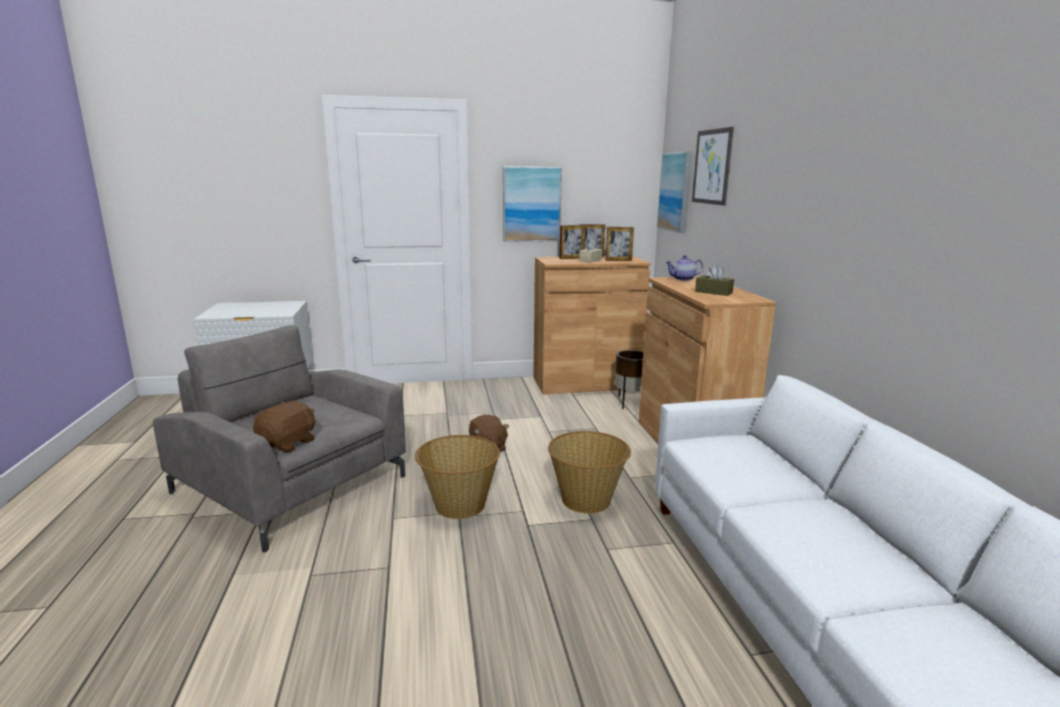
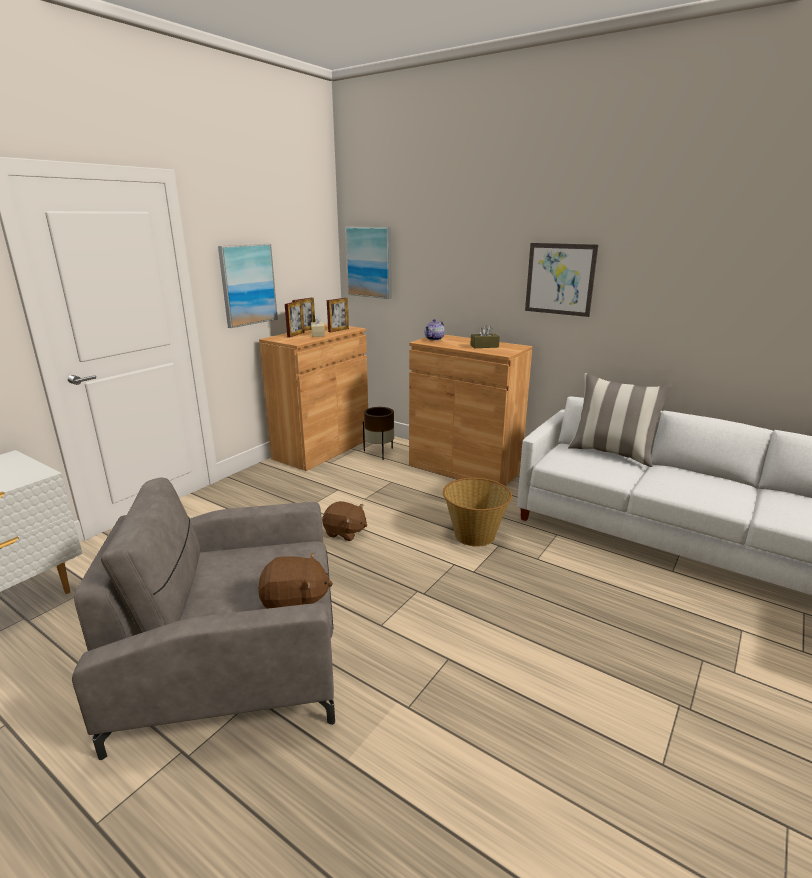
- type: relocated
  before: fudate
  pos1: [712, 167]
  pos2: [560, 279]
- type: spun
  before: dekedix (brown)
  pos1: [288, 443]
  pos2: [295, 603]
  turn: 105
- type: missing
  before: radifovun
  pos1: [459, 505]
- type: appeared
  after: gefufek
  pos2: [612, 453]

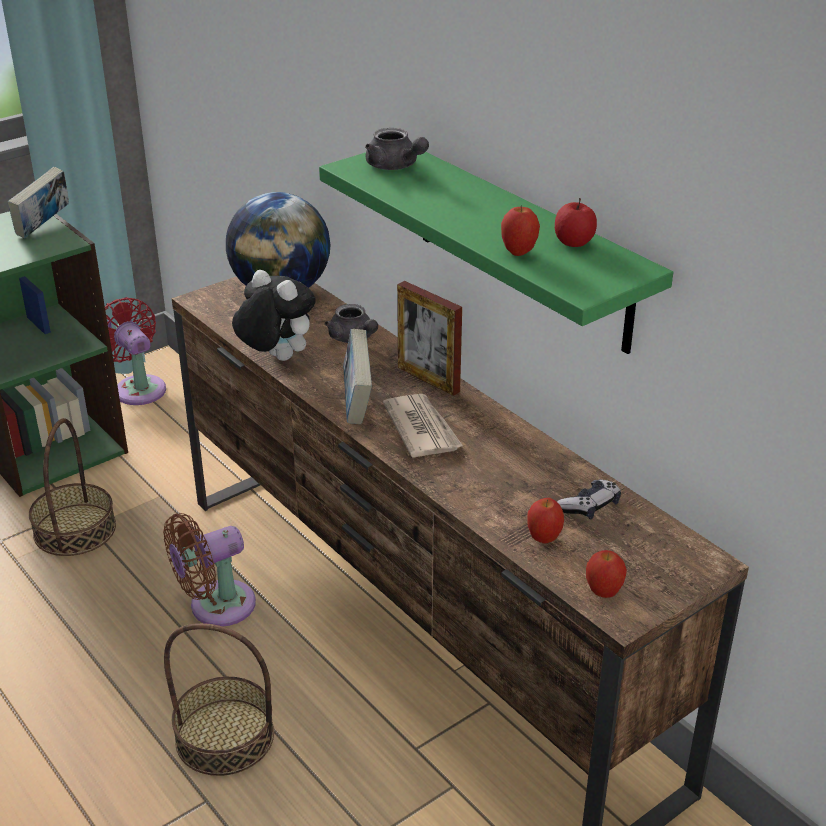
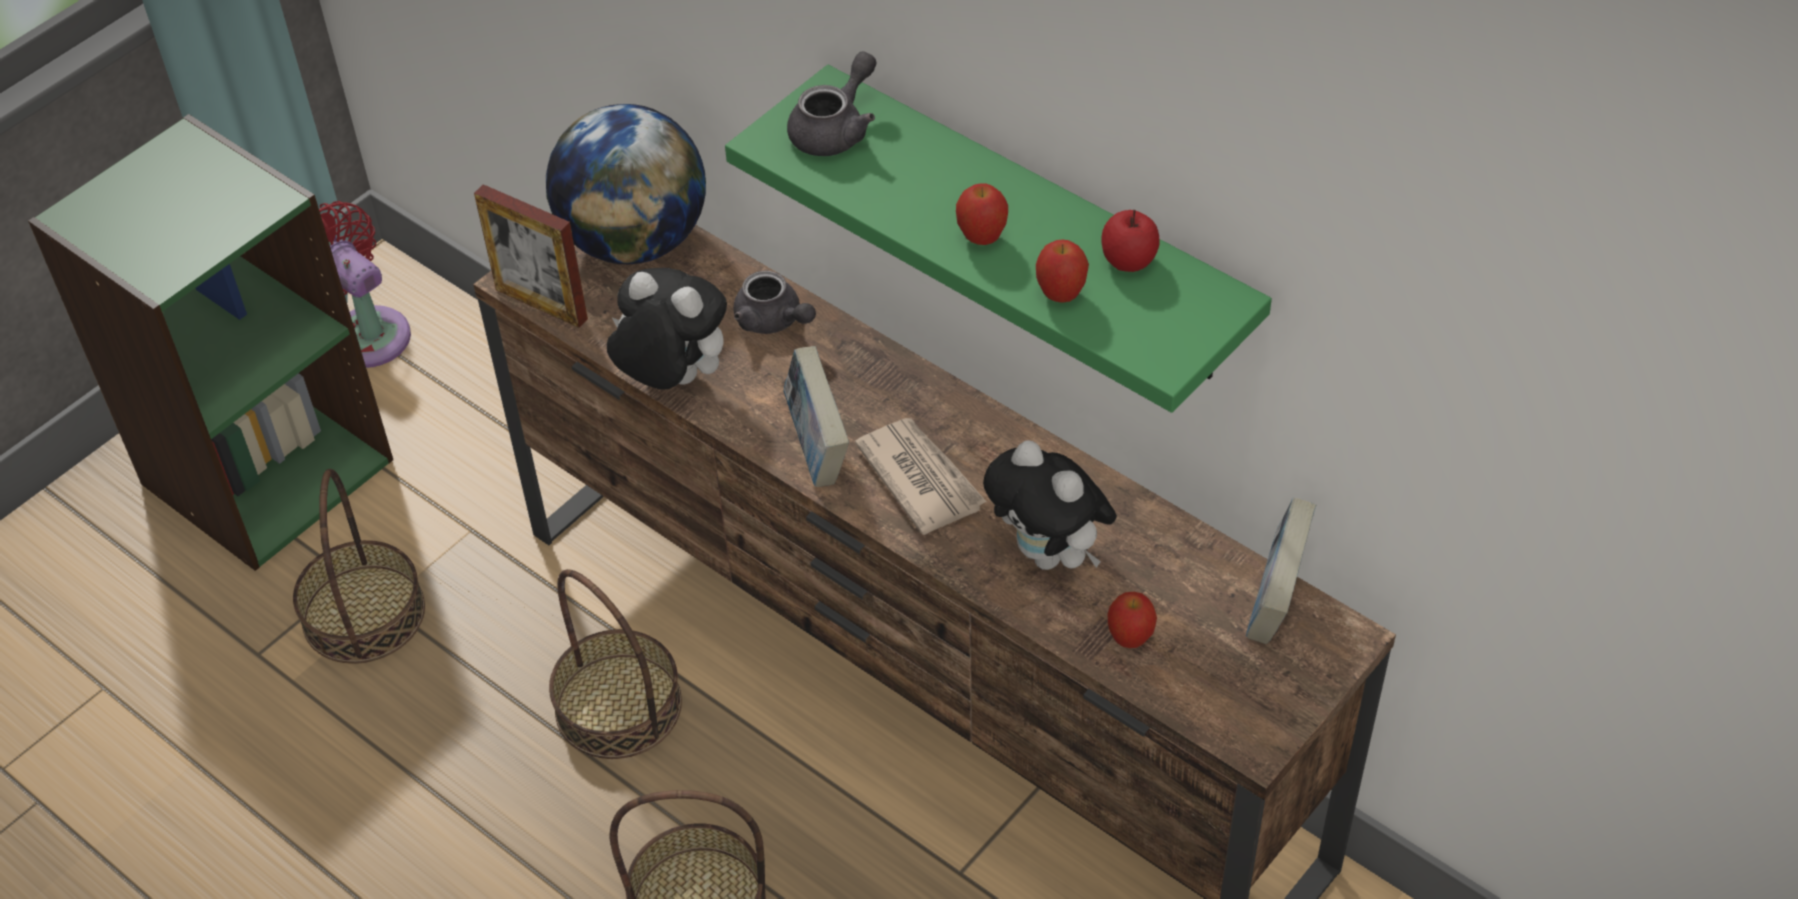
- type: spun
  before: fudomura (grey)
  pos1: [395, 166]
  pos2: [836, 129]
  turn: -90
- type: relocated
  before: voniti
  pos1: [44, 227]
  pos2: [1275, 602]
- type: relocated
  before: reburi
  pos1: [428, 379]
  pos2: [541, 304]
- type: missing
  before: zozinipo
  pos1: [589, 506]
- type: exchanged
  before: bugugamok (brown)
  after: radifovun
  pos1: [216, 606]
  pos2: [619, 706]
- type: relocated
  before: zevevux
  pos1: [603, 593]
  pos2: [982, 238]
- type: appeared
  after: dekedix
  pos2: [1050, 555]

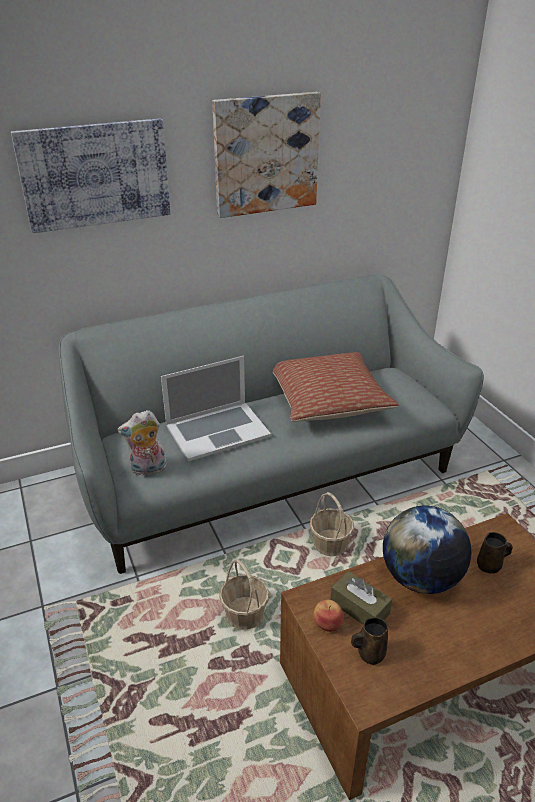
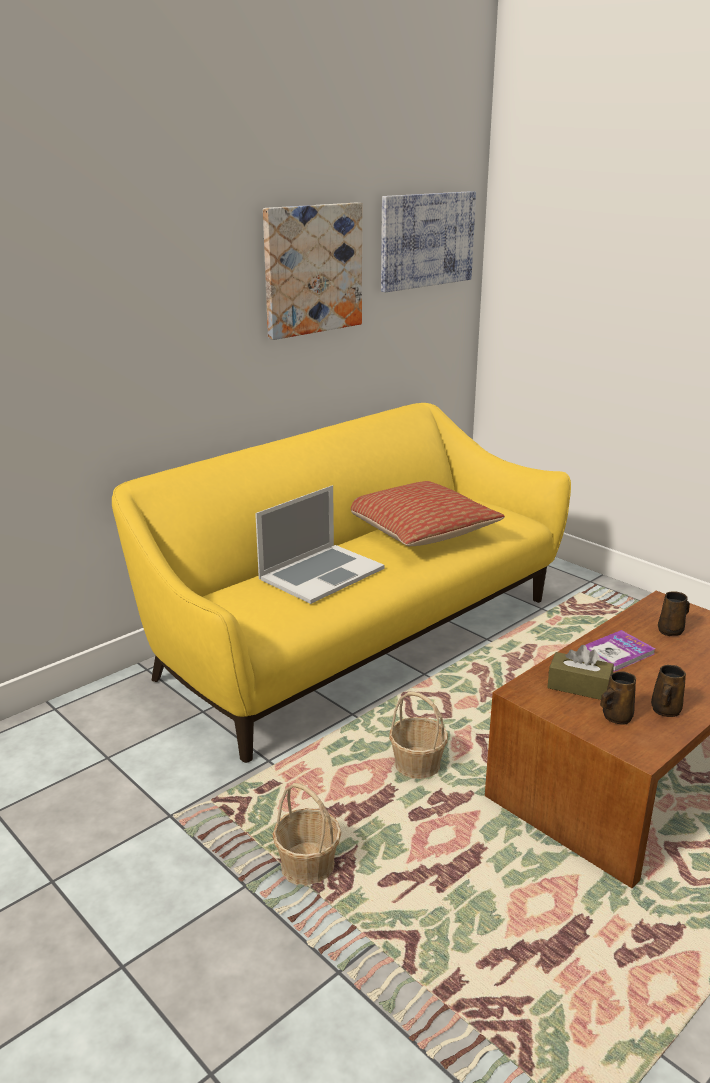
- type: relocated
  before: fudate
  pos1: [95, 175]
  pos2: [427, 240]
- type: colour
  before: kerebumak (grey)
  after: kerebumak (yellow)
  pos1: [267, 473]
  pos2: [355, 637]
- type: missing
  before: dekedix
  pos1: [147, 470]
- type: relocated
  before: radifovun
  pos1: [330, 544]
  pos2: [307, 865]
- type: exchanged
  before: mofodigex
  after: voniti
  pos1: [420, 578]
  pos2: [617, 652]
- type: missing
  before: zevevux
  pos1: [328, 623]
- type: appeared
  after: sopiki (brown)
  pos2: [665, 711]

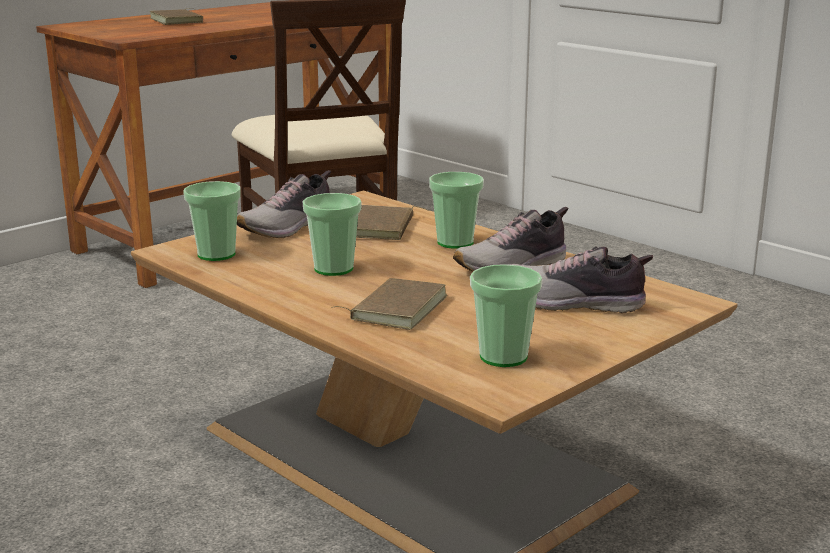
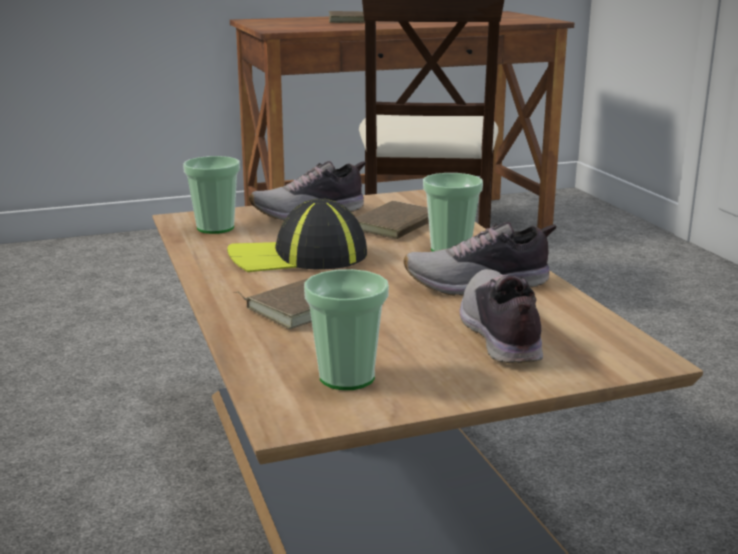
- type: exchanged
  before: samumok
  after: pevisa
  pos1: [333, 269]
  pos2: [299, 257]
- type: spun
  before: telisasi
  pos1: [574, 303]
  pos2: [499, 334]
  turn: 45

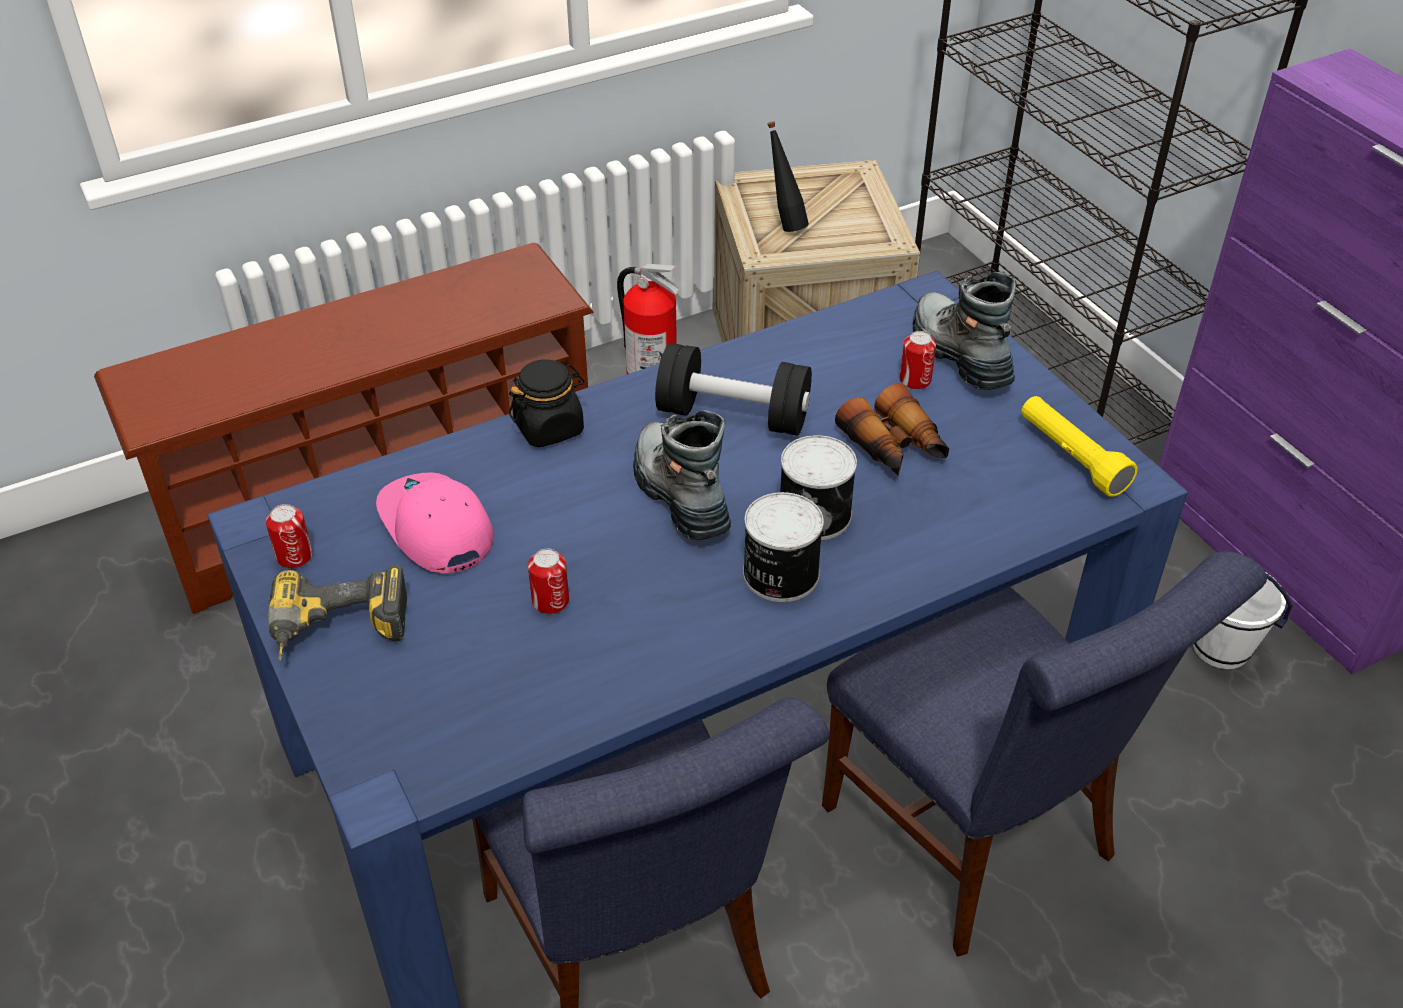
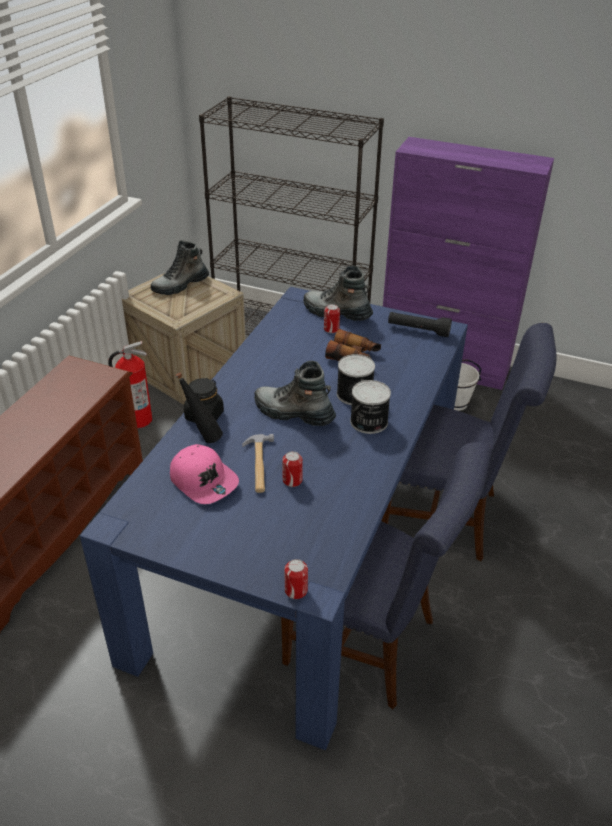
- type: relocated
  before: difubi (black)
  pos1: [784, 224]
  pos2: [202, 438]
- type: missing
  before: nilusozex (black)
  pos1: [733, 415]
- type: colour
  before: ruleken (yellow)
  after: ruleken (black)
  pos1: [1071, 457]
  pos2: [418, 330]
- type: spun
  before: pevisa (pink)
  pos1: [435, 528]
  pos2: [204, 480]
  turn: -150
- type: relocated
  before: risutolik
  pos1: [294, 556]
  pos2: [296, 590]
- type: missing
  before: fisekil
  pos1: [339, 633]
- type: appeared
  after: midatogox
  pos2: [180, 285]
- type: appeared
  after: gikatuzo
  pos2: [258, 465]

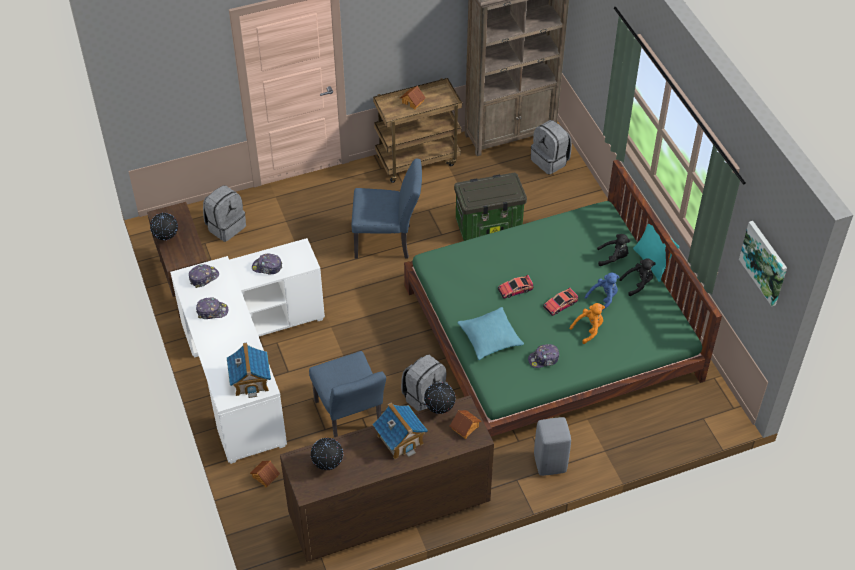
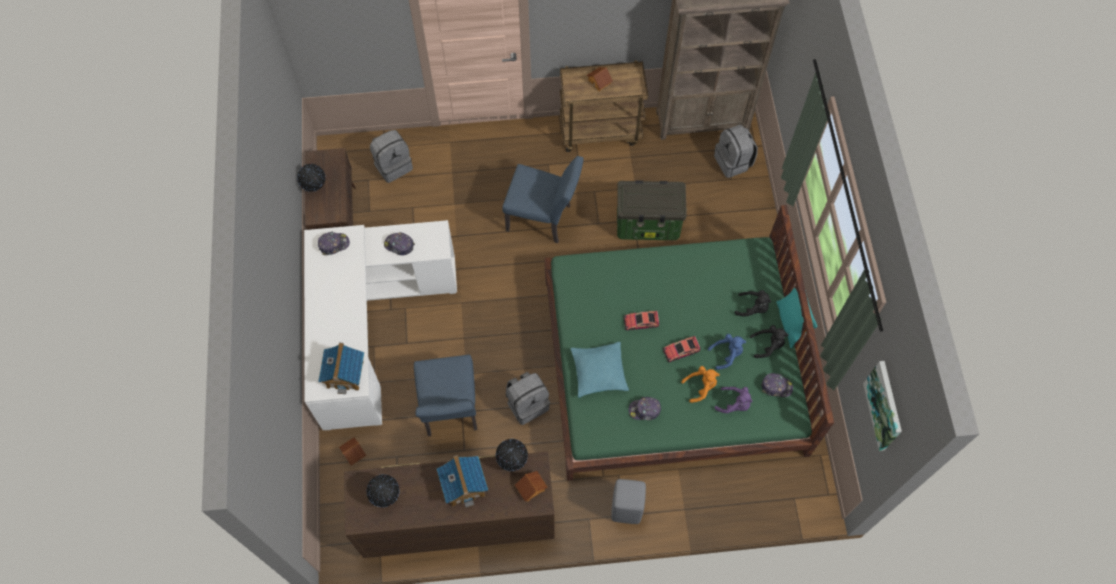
- type: relocated
  before: pevisa
  pos1: [212, 311]
  pos2: [776, 386]
- type: appeared
  after: dekedix (purple)
  pos2: [734, 404]

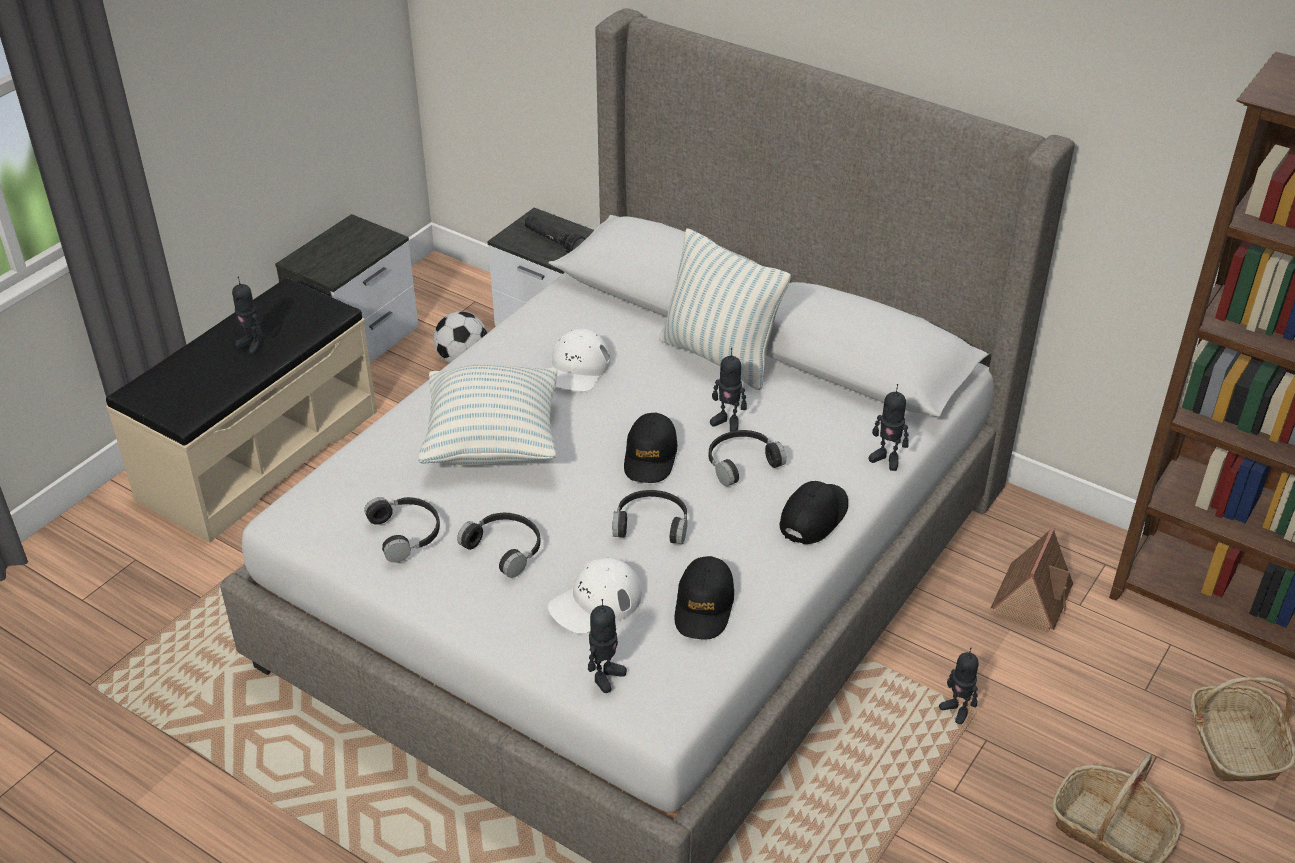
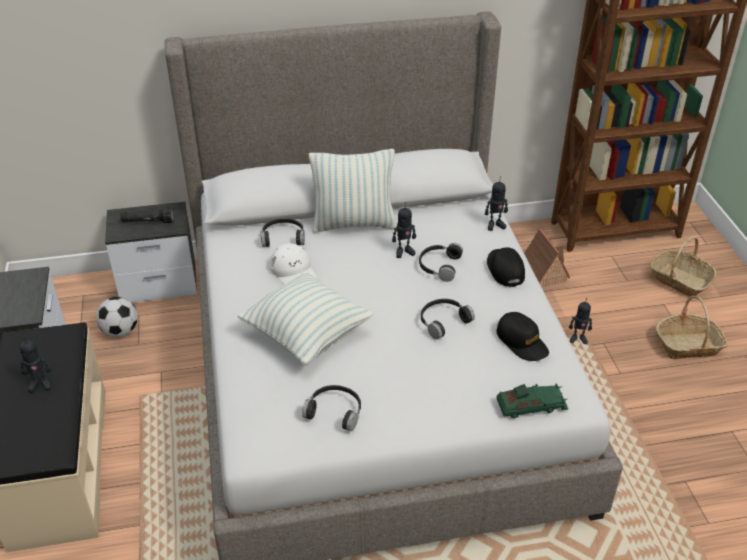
- type: missing
  before: pevisa (black)
  pos1: [650, 457]
- type: relocated
  before: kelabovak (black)
  pos1: [506, 548]
  pos2: [283, 237]
- type: missing
  before: pevisa (white)
  pos1: [595, 602]
- type: exchanged
  before: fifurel
  after: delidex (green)
  pos1: [605, 676]
  pos2: [532, 405]

